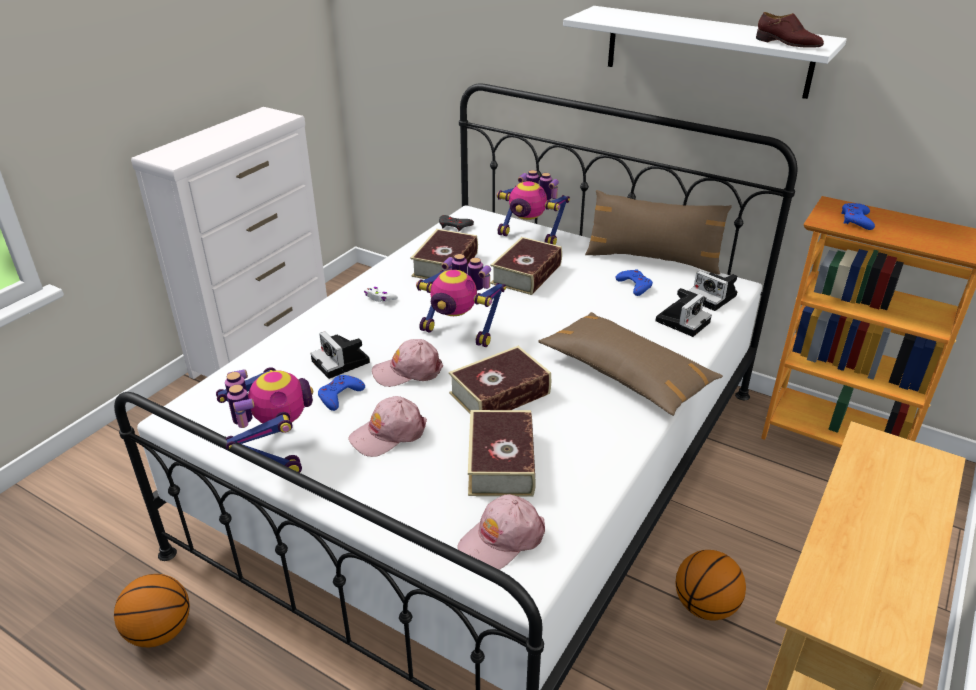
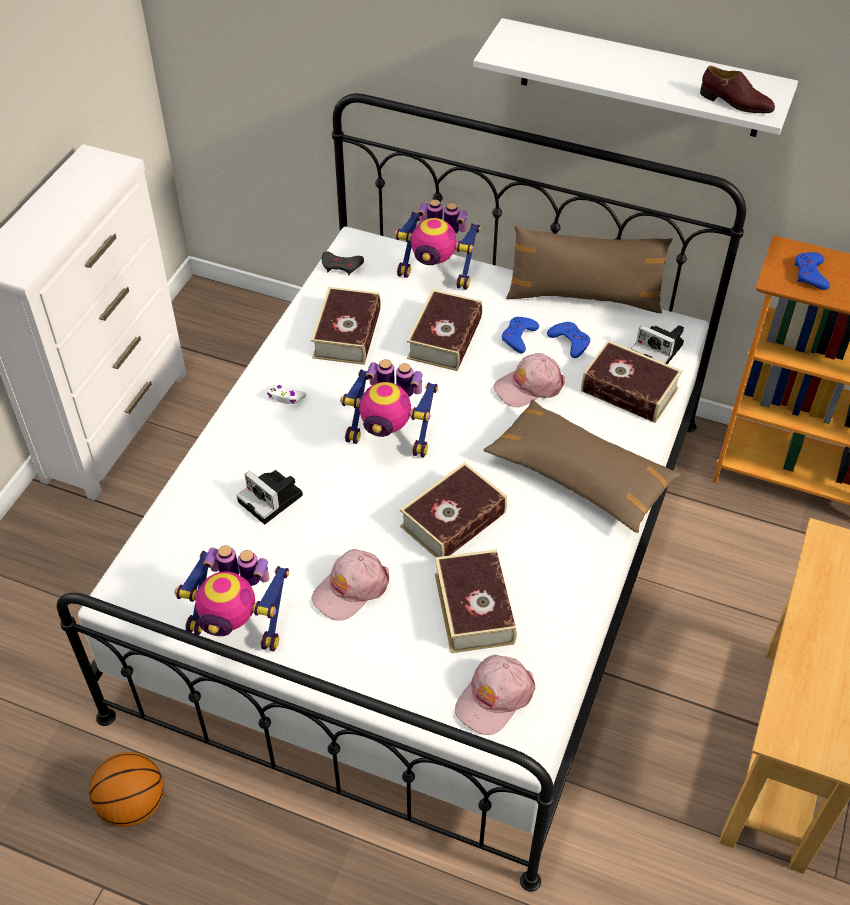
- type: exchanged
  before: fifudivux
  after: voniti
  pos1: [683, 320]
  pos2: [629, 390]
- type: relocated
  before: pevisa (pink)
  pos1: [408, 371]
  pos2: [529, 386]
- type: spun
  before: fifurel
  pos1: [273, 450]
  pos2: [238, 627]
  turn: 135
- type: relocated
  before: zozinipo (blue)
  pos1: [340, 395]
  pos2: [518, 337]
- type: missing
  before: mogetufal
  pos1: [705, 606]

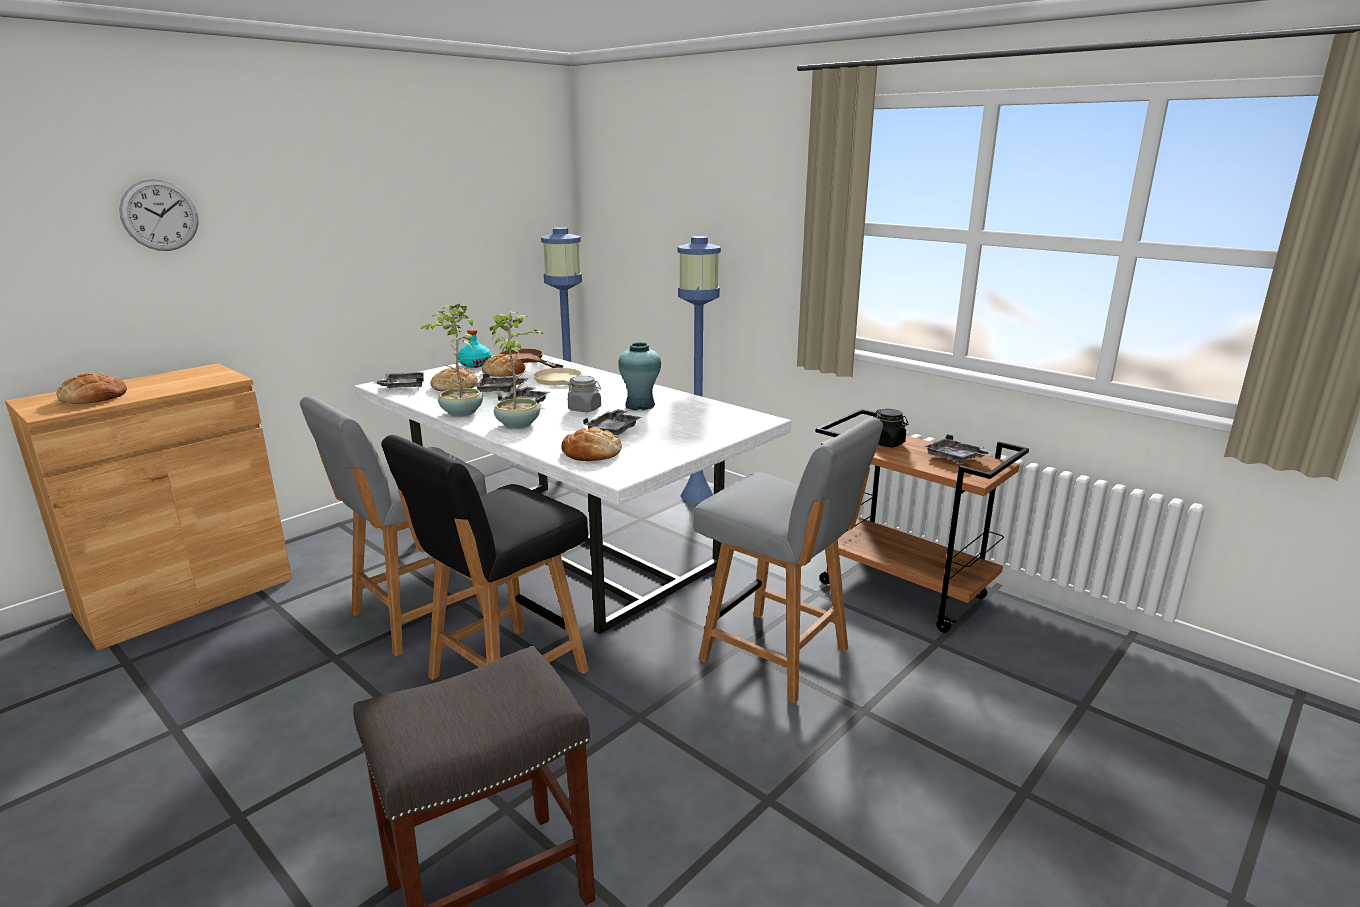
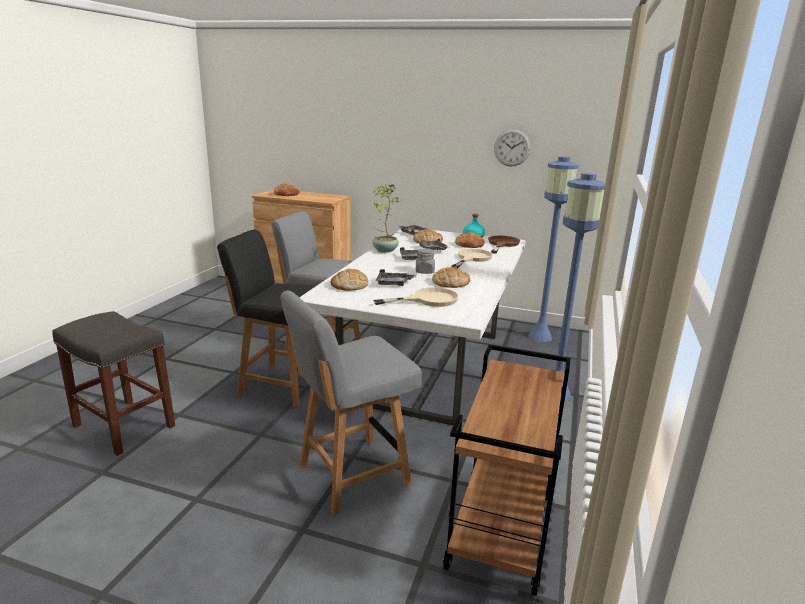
- type: relocated
  before: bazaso
  pos1: [160, 215]
  pos2: [512, 147]
- type: missing
  before: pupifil
  pos1: [518, 424]
- type: exchanged
  before: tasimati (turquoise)
  after: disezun
  pos1: [640, 405]
  pos2: [450, 283]
- type: missing
  before: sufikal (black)
  pos1: [887, 443]
- type: spun
  before: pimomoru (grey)
  pos1: [777, 656]
  pos2: [351, 475]
  turn: 45
- type: missing
  before: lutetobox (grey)
  pos1: [955, 458]
- type: appeared
  after: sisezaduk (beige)
  pos2: [427, 300]

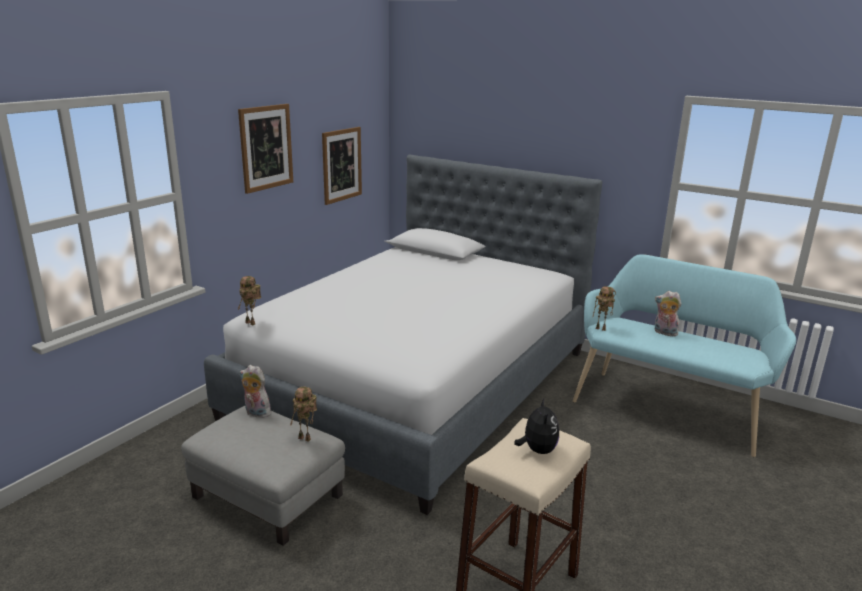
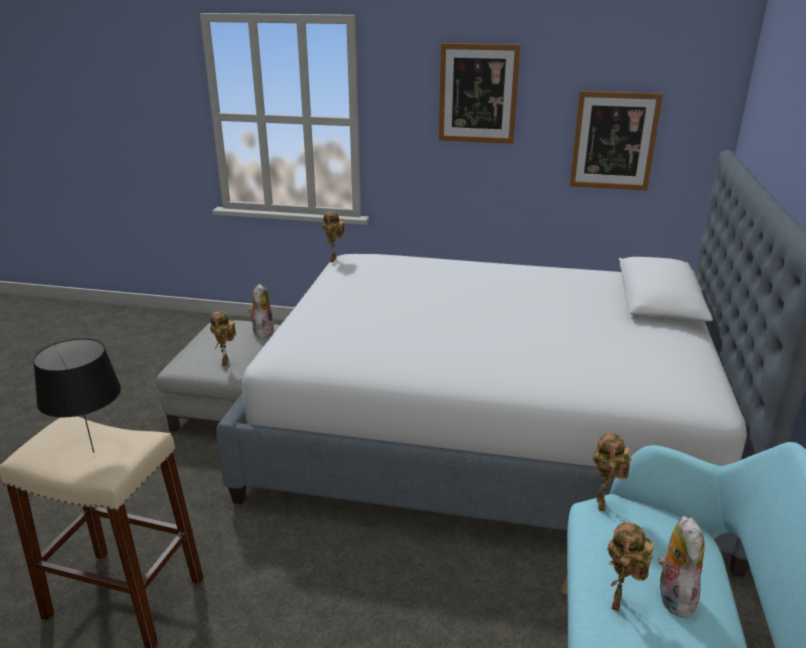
- type: exchanged
  before: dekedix
  after: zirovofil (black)
  pos1: [537, 450]
  pos2: [94, 452]
- type: appeared
  after: fifurel
  pos2: [619, 604]

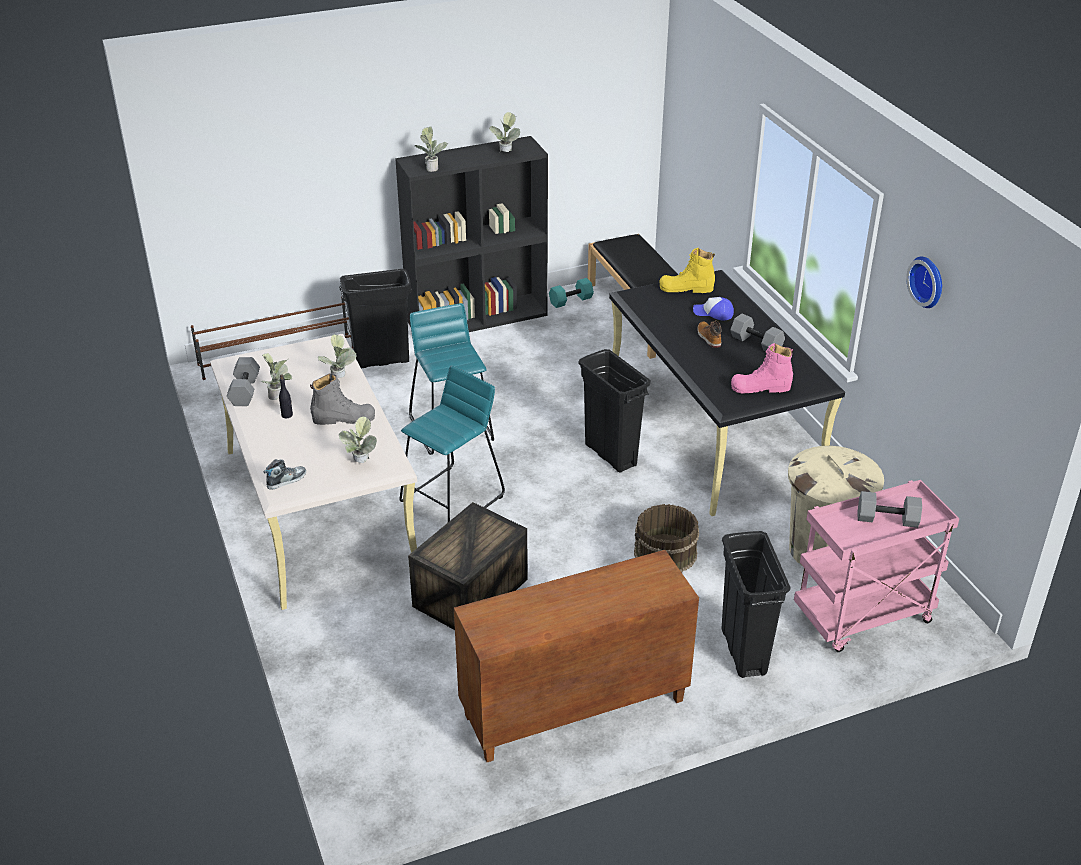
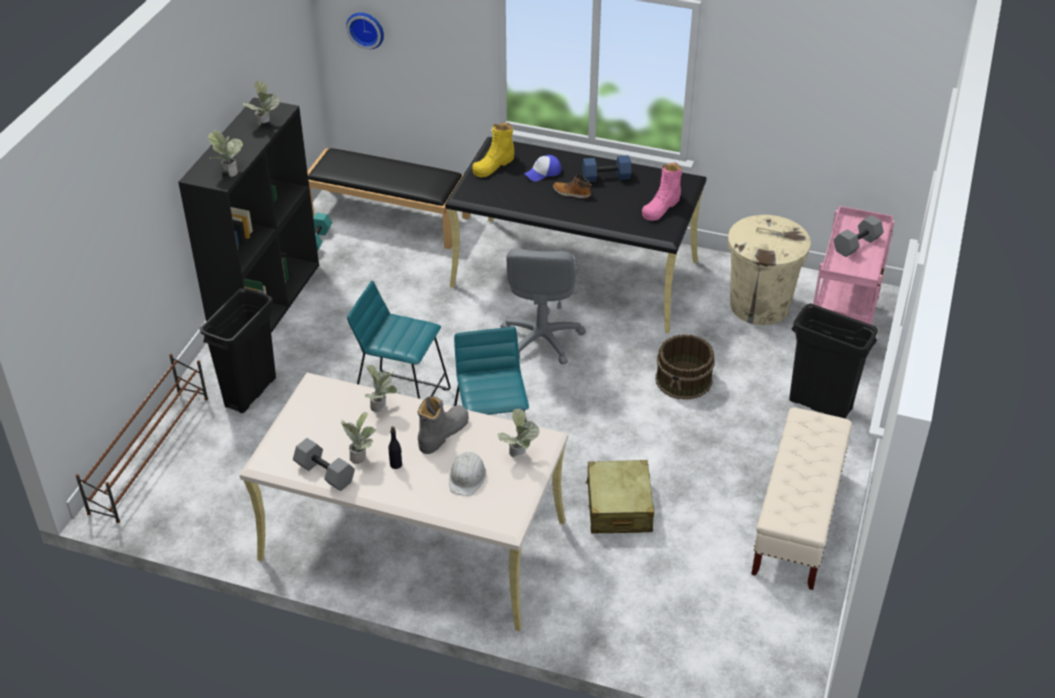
- type: relocated
  before: bazaso
  pos1: [928, 281]
  pos2: [366, 29]
- type: colour
  before: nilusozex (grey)
  after: nilusozex (blue)
  pos1: [755, 343]
  pos2: [606, 178]
- type: exchanged
  before: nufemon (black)
  after: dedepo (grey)
  pos1: [610, 454]
  pos2: [541, 339]
- type: missing
  before: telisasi
  pos1: [286, 480]
- type: exchanged
  before: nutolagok
  after: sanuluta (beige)
  pos1: [470, 594]
  pos2: [619, 507]
- type: exchanged
  before: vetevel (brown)
  after: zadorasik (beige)
  pos1: [573, 709]
  pos2: [797, 522]
- type: appeared
  after: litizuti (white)
  pos2: [467, 477]

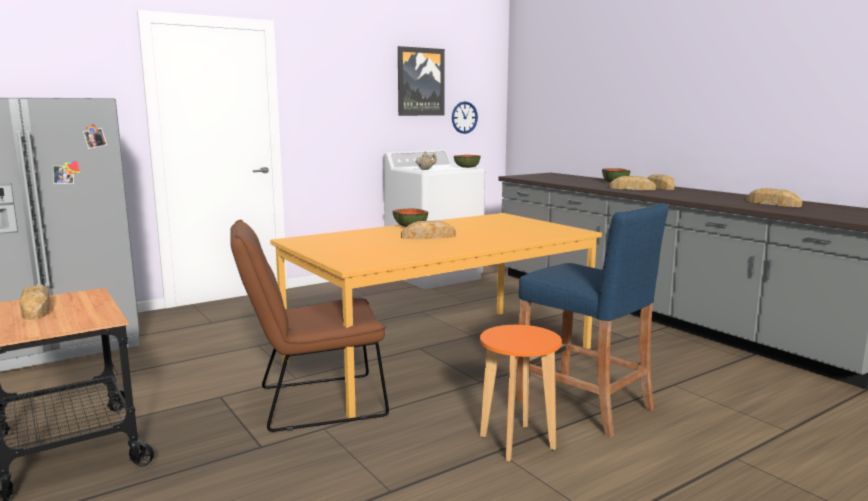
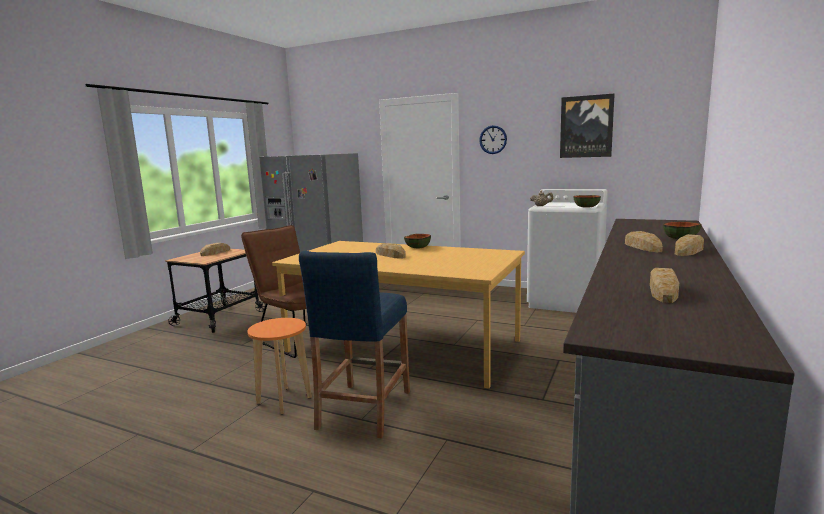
- type: relocated
  before: bazaso
  pos1: [464, 117]
  pos2: [493, 139]

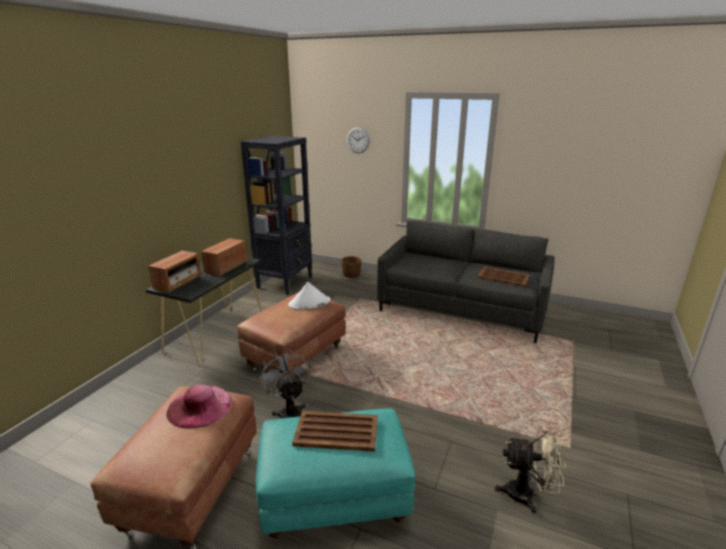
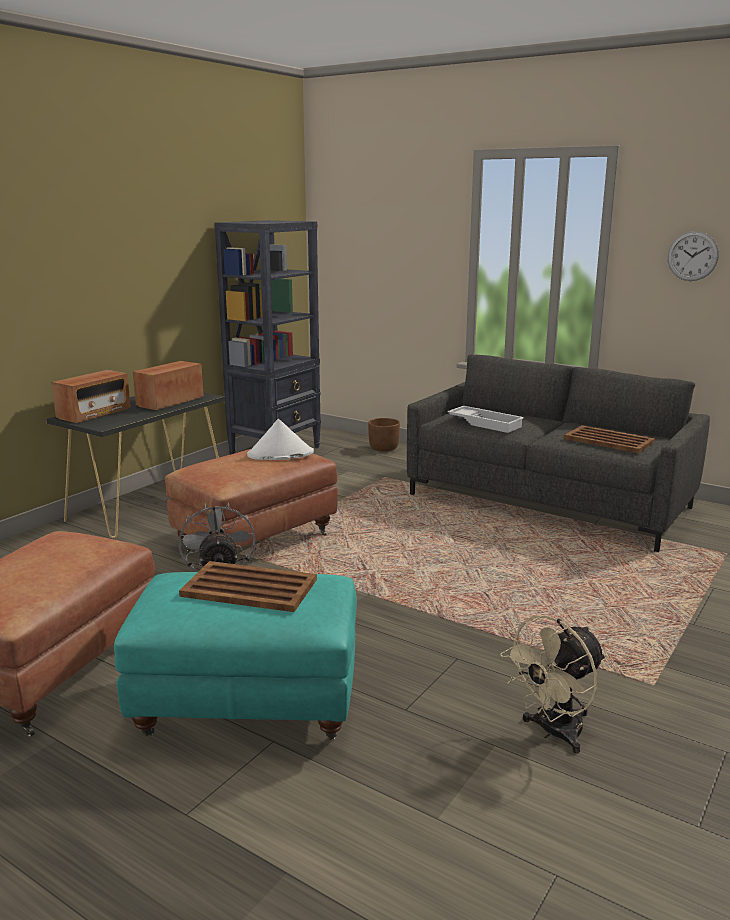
- type: relocated
  before: bazaso
  pos1: [358, 140]
  pos2: [692, 256]
- type: missing
  before: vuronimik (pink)
  pos1: [200, 406]
- type: spun
  before: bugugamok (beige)
  pos1: [527, 494]
  pos2: [553, 733]
  turn: 120
- type: appeared
  after: lutetobox (white)
  pos2: [486, 423]

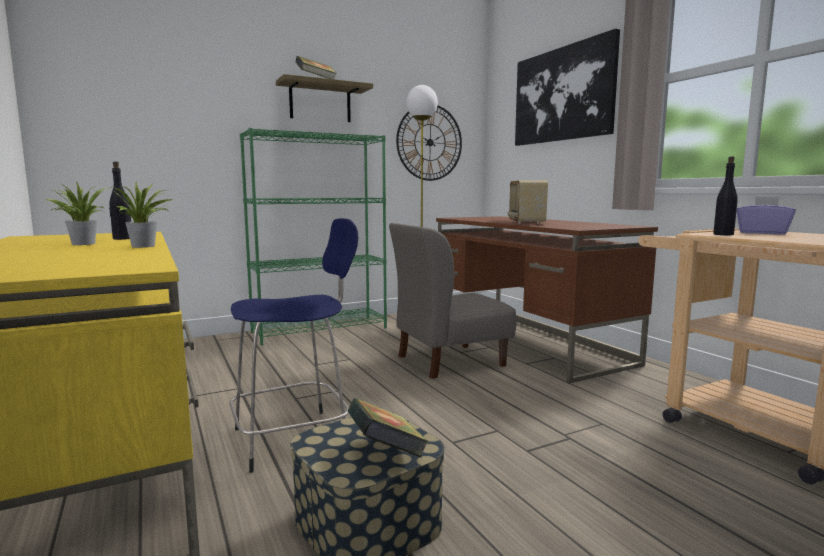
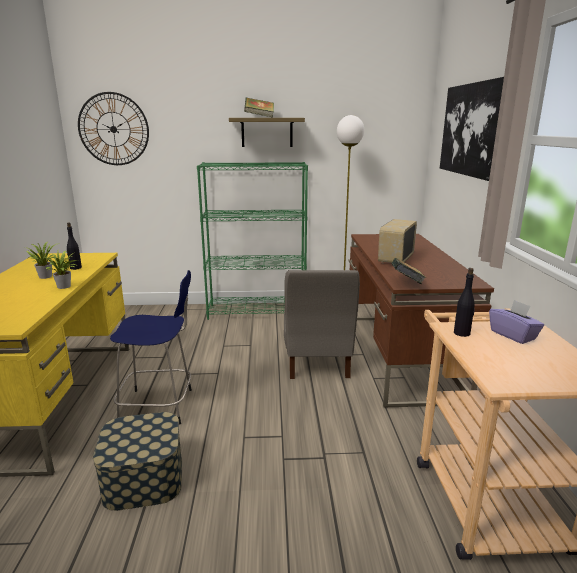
- type: relocated
  before: bazaso
  pos1: [429, 142]
  pos2: [113, 129]
- type: spun
  before: pimomoru (grey)
  pos1: [449, 360]
  pos2: [317, 362]
  turn: -90
- type: relocated
  before: voniti
  pos1: [386, 453]
  pos2: [406, 283]

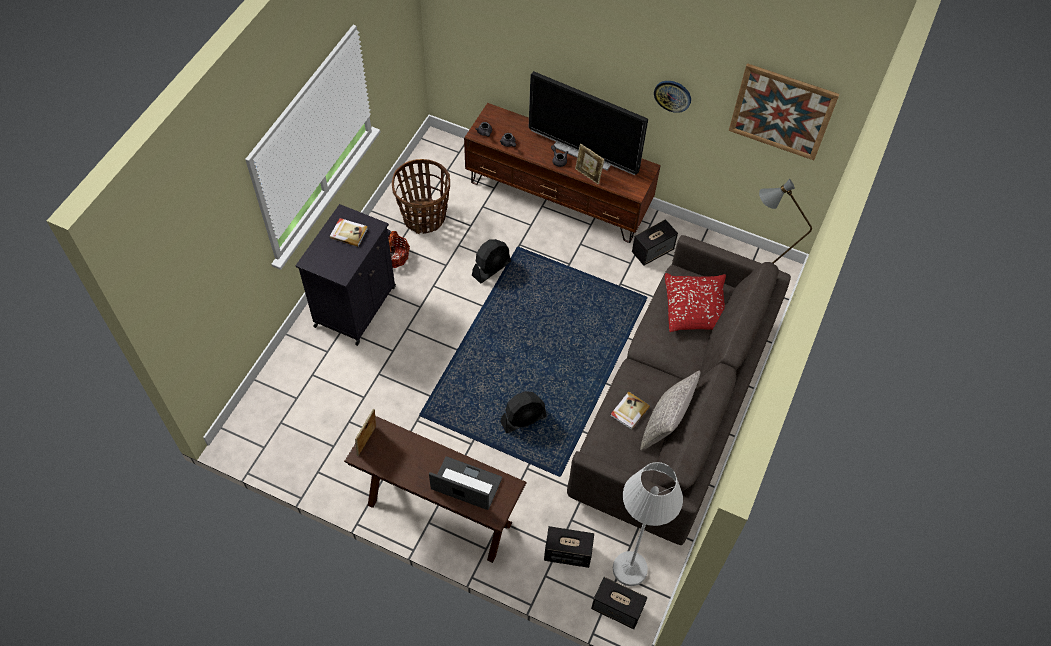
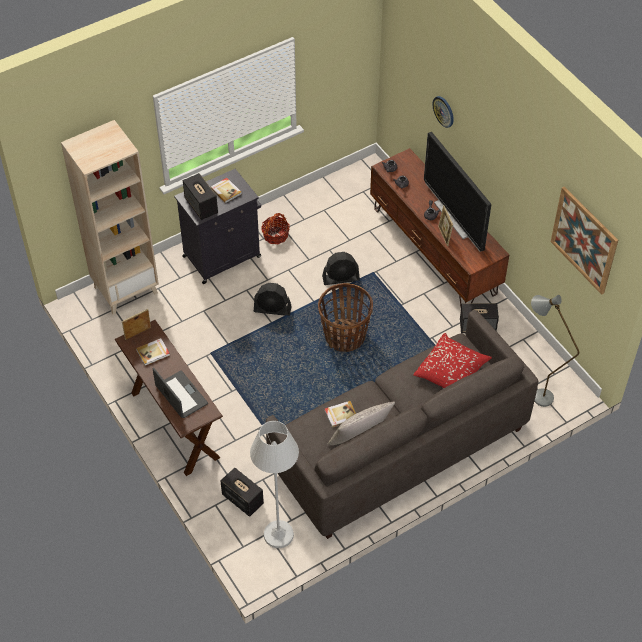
- type: relocated
  before: bazaso
  pos1: [672, 95]
  pos2: [443, 111]
- type: relocated
  before: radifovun
  pos1: [424, 217]
  pos2: [345, 337]
- type: relocated
  before: bugugamok (black)
  pos1: [523, 419]
  pos2: [272, 309]
- type: relocated
  before: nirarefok
  pos1: [617, 608]
  pos2: [201, 206]
- type: appeared
  after: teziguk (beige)
  pos2: [126, 289]
- type: appeared
  after: voniti
  pos2: [153, 352]

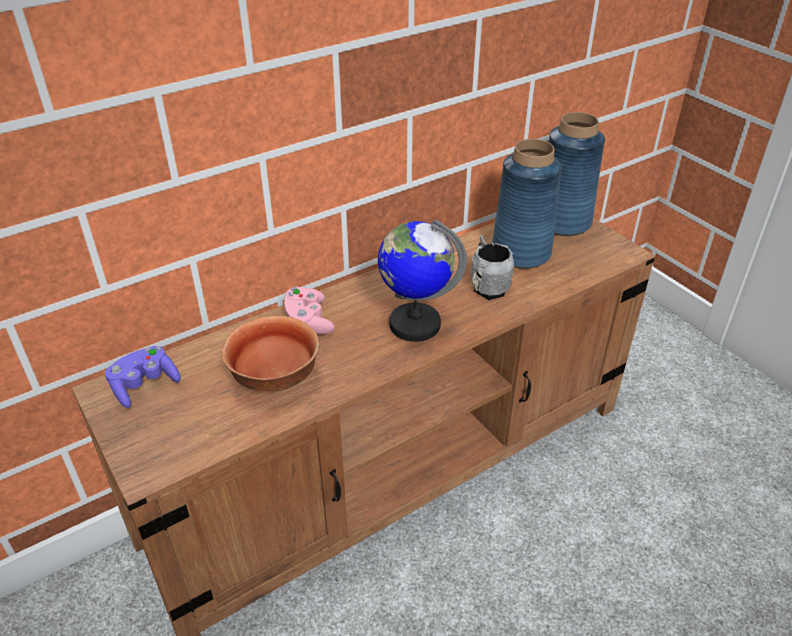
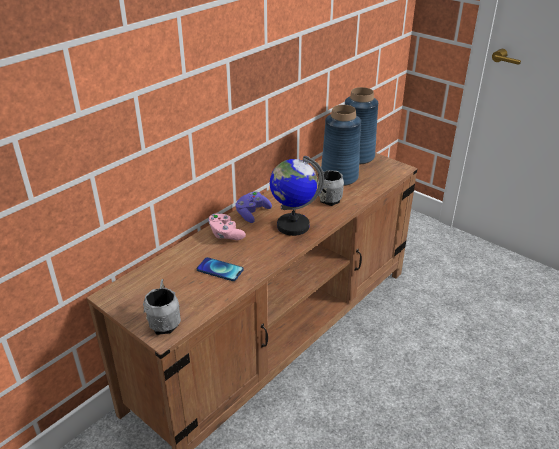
- type: exchanged
  before: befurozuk
  after: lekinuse
  pos1: [274, 379]
  pos2: [220, 270]
- type: relocated
  before: zozinipo (purple)
  pos1: [144, 385]
  pos2: [252, 213]
- type: appeared
  after: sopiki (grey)
  pos2: [164, 321]

